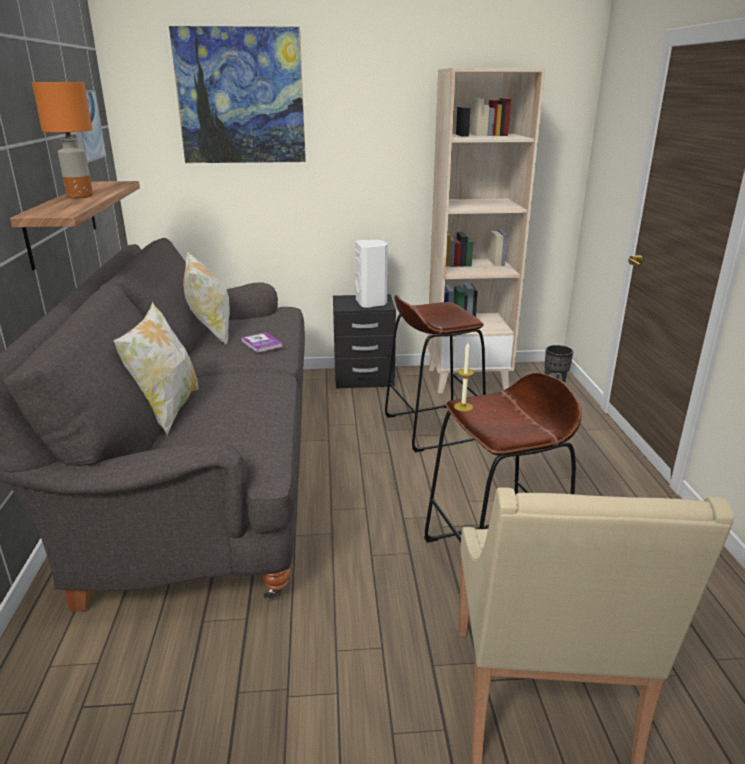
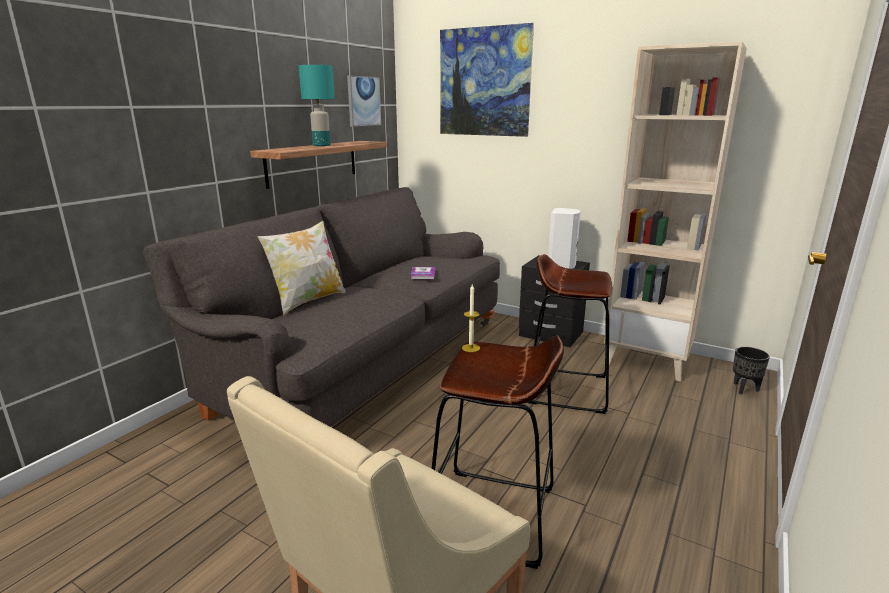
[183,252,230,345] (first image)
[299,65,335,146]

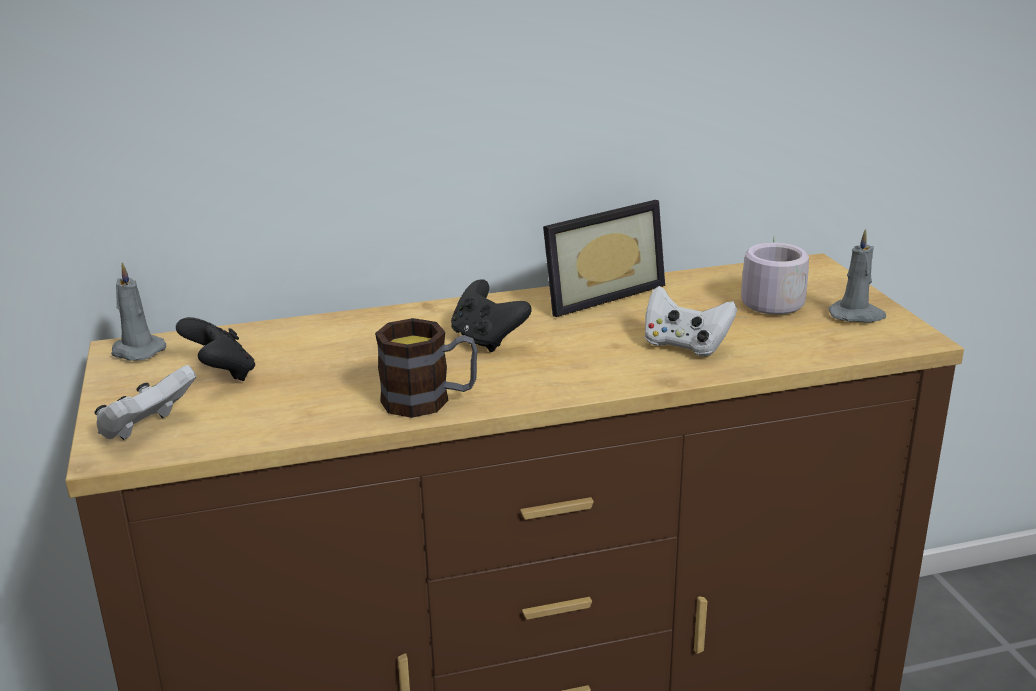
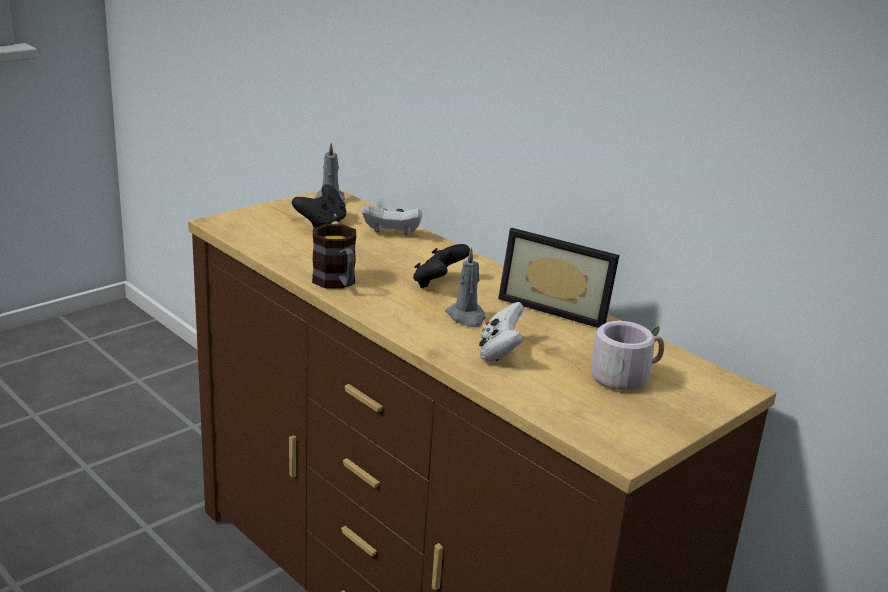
[362,205,422,235]
[445,247,486,327]

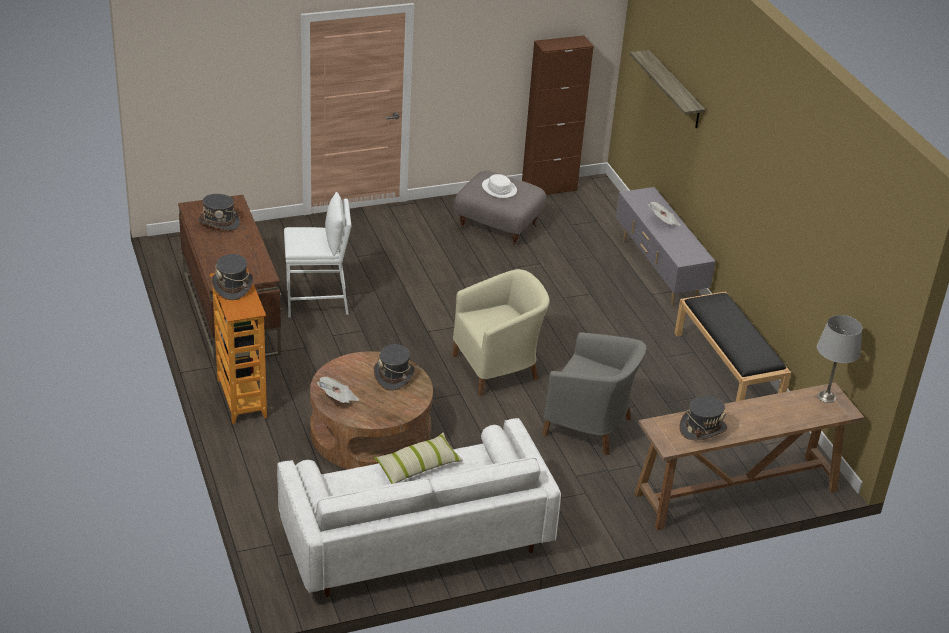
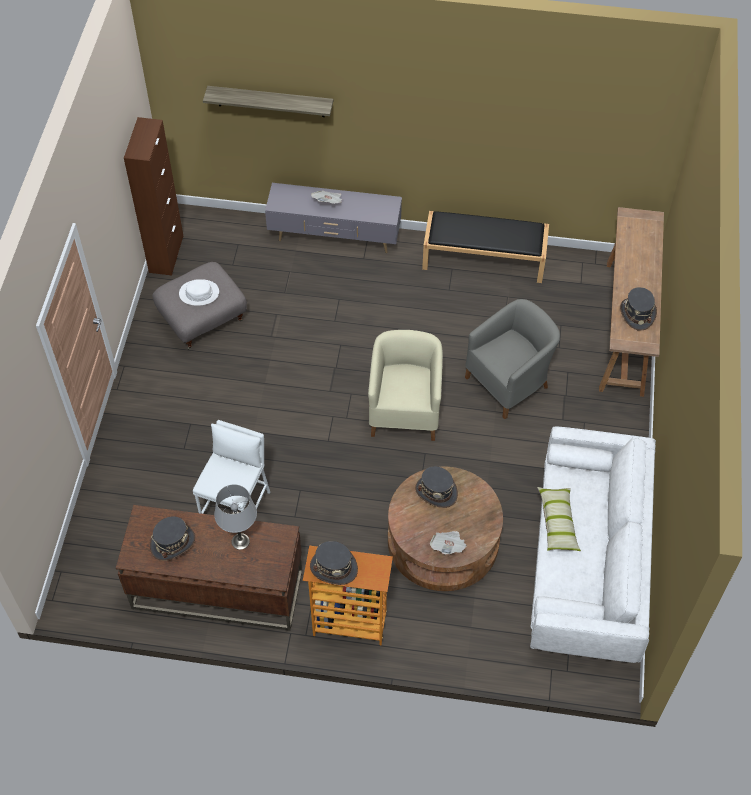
[214,484,257,550]

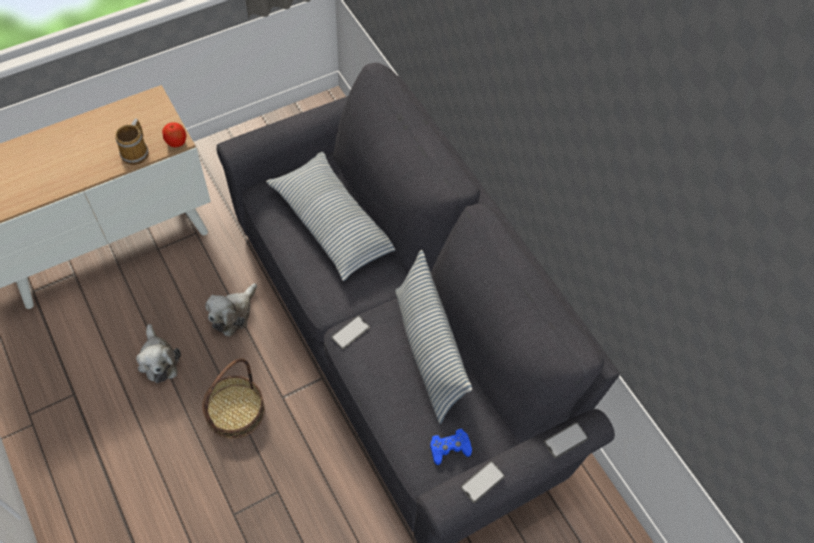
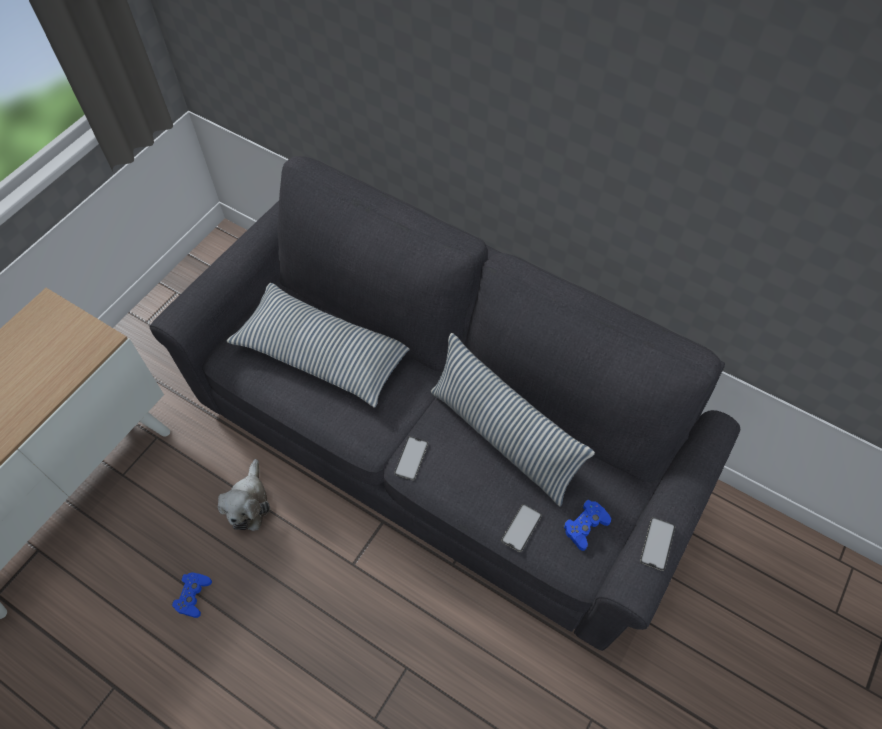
[115,118,149,165] (first image)
[162,122,187,147] (first image)
[202,358,265,439] (first image)
[501,504,542,552]
[172,572,212,618]

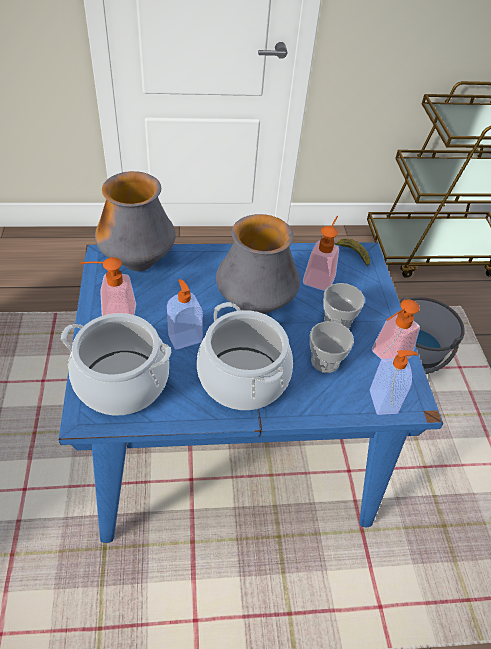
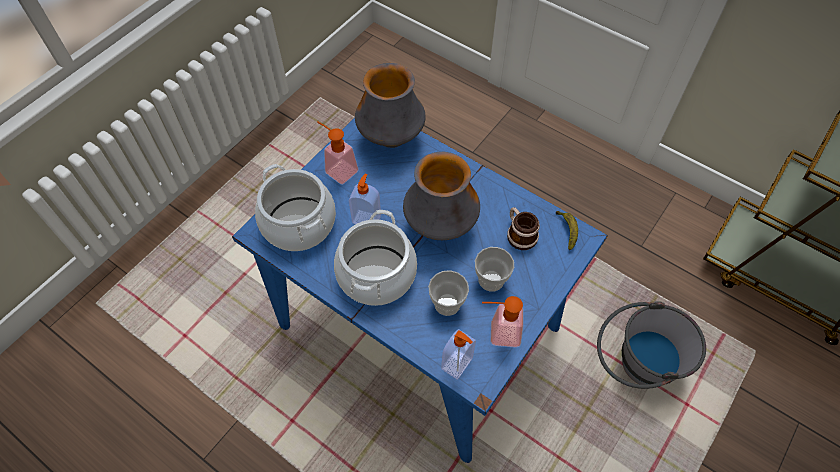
[507,207,540,250]

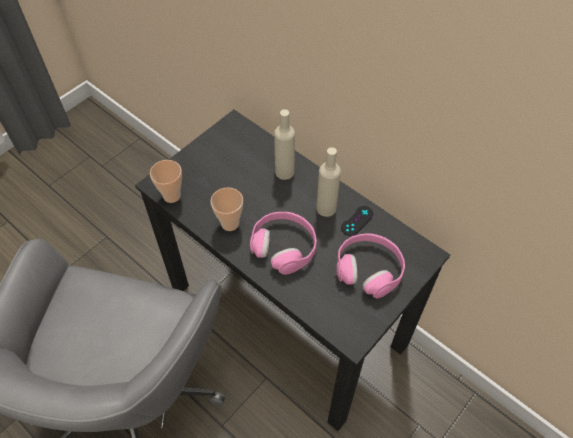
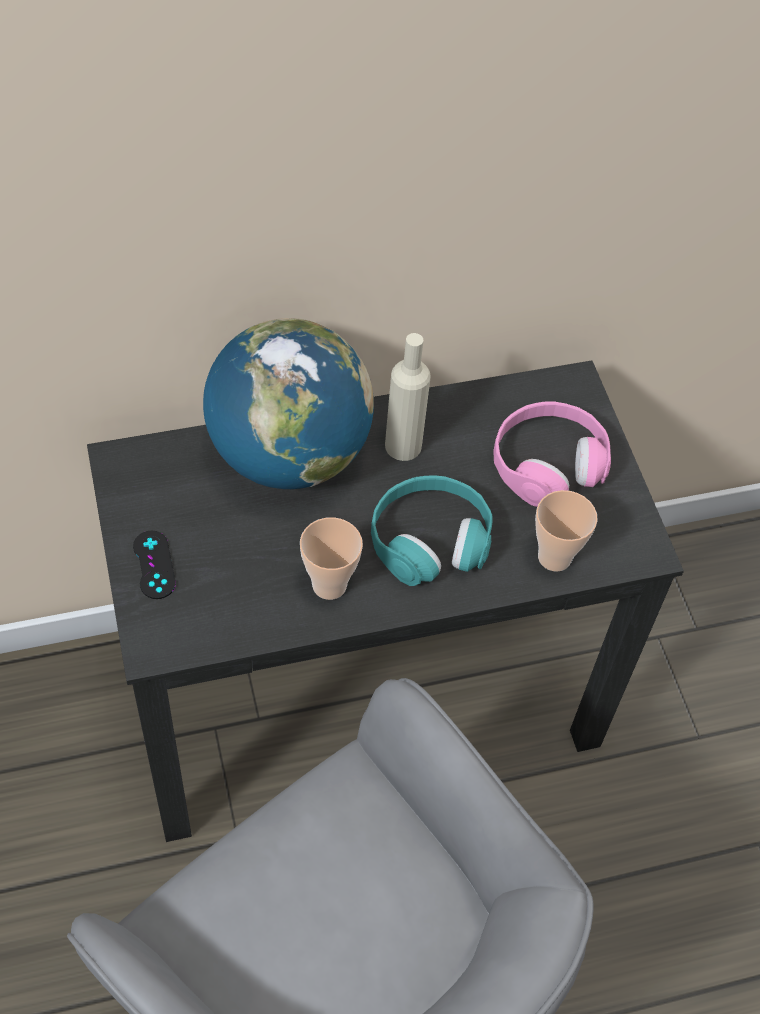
[535,490,598,572]
[133,531,176,599]
[203,318,374,489]
[371,475,493,586]

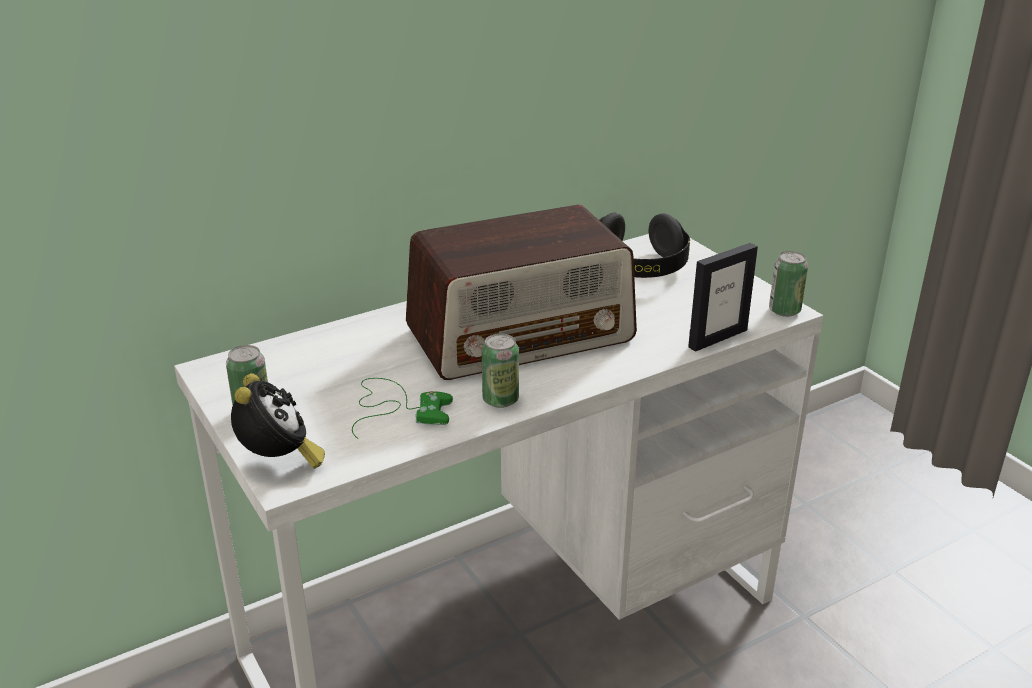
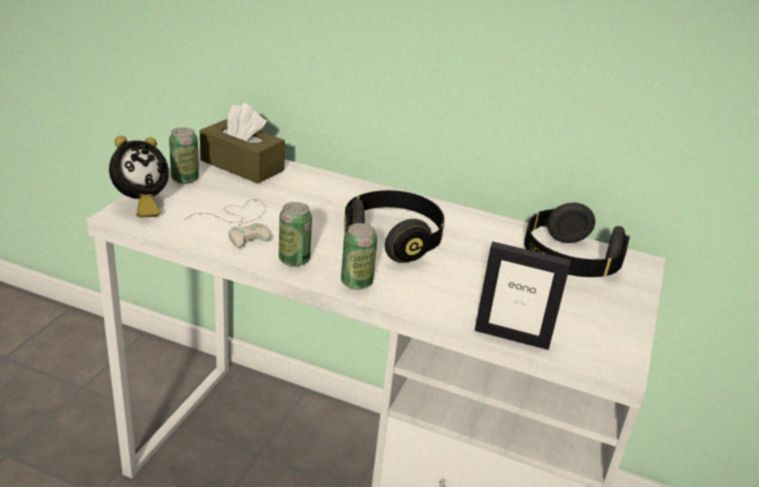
[200,103,285,183]
[341,223,377,290]
[344,190,444,263]
[185,199,271,248]

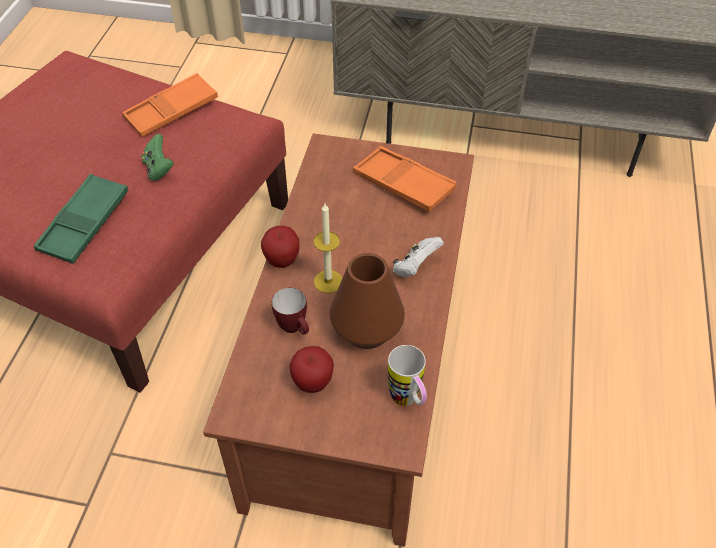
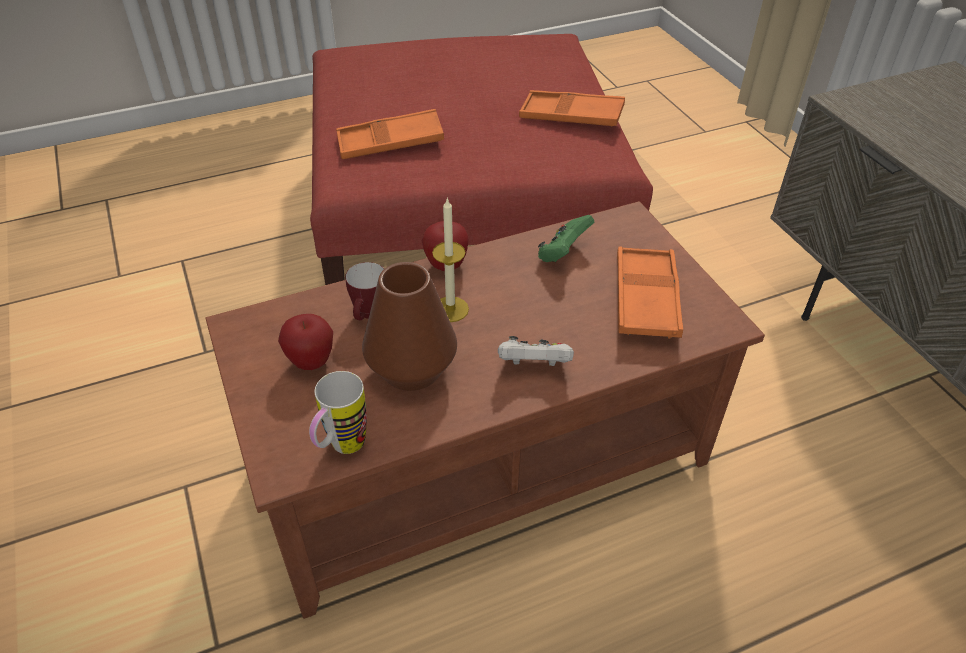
[538,215,594,262]
[336,109,444,159]

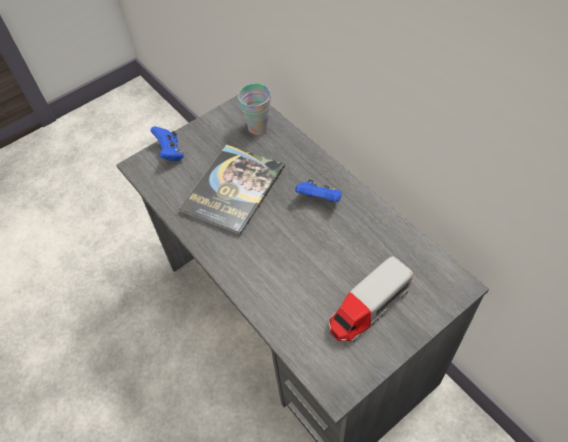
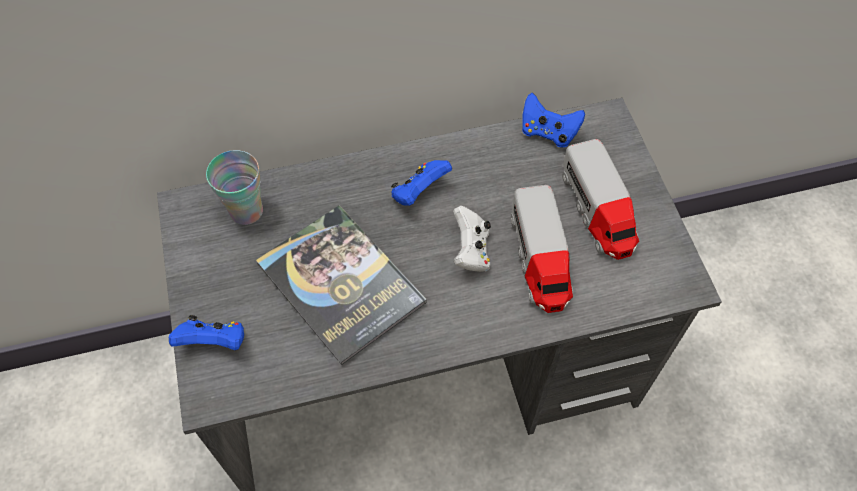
[453,206,491,272]
[511,185,573,313]
[522,93,585,148]

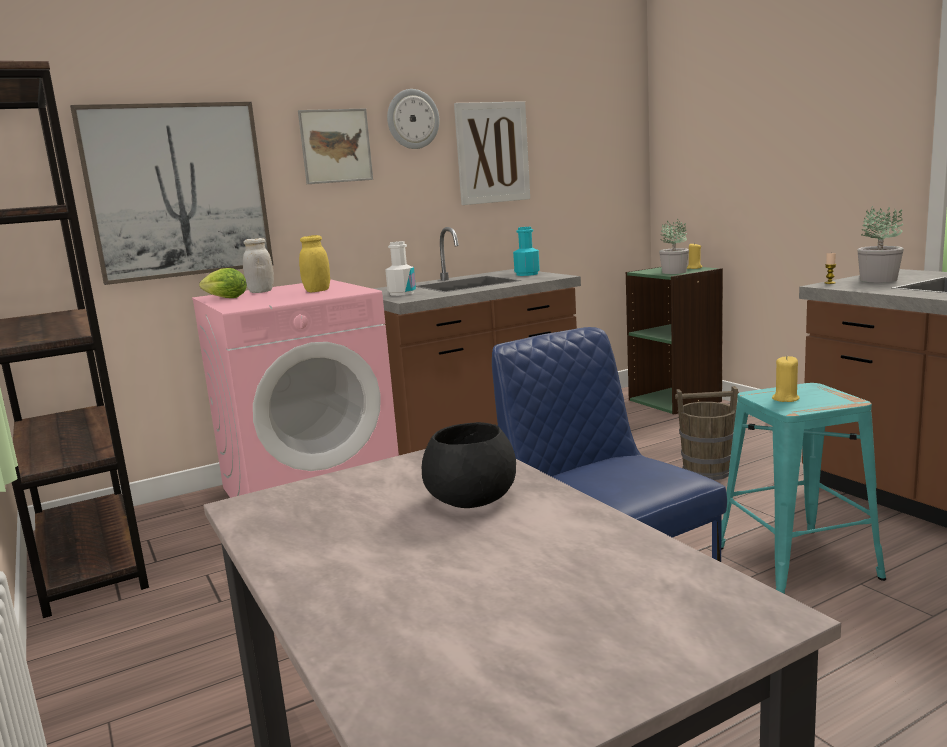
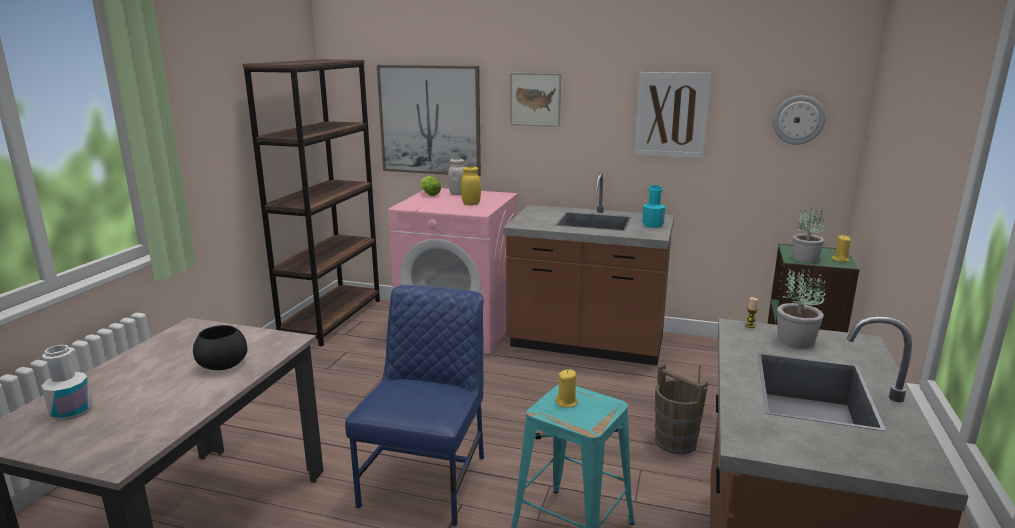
[41,345,93,421]
[773,95,826,145]

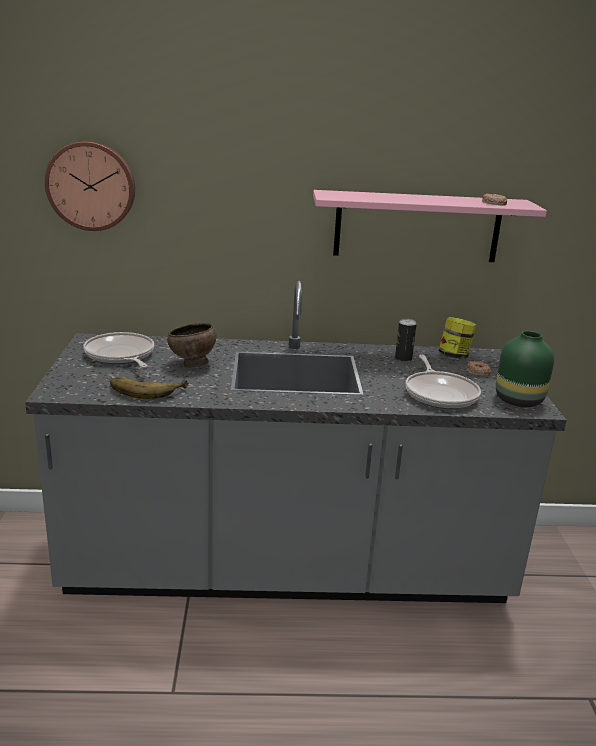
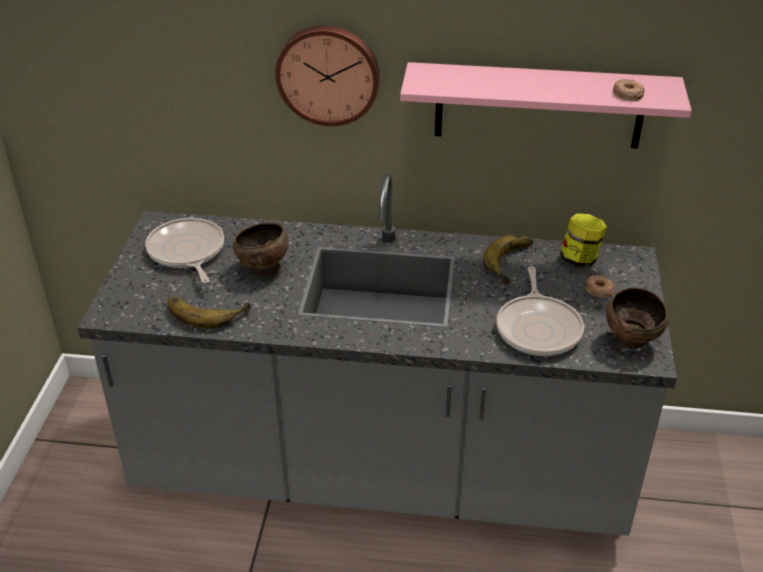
[275,25,380,126]
[483,234,533,284]
[606,287,669,349]

